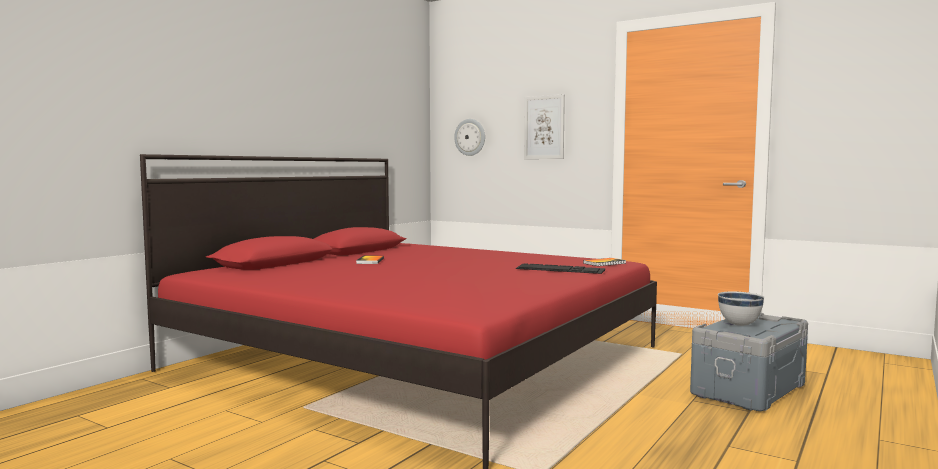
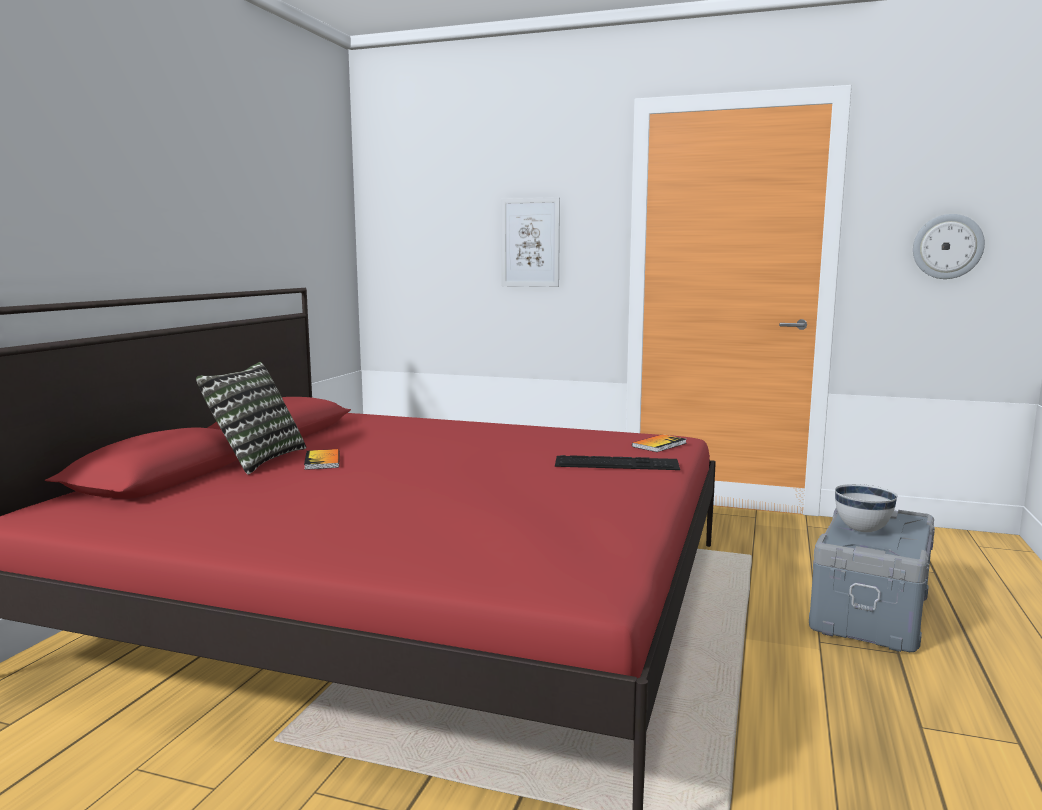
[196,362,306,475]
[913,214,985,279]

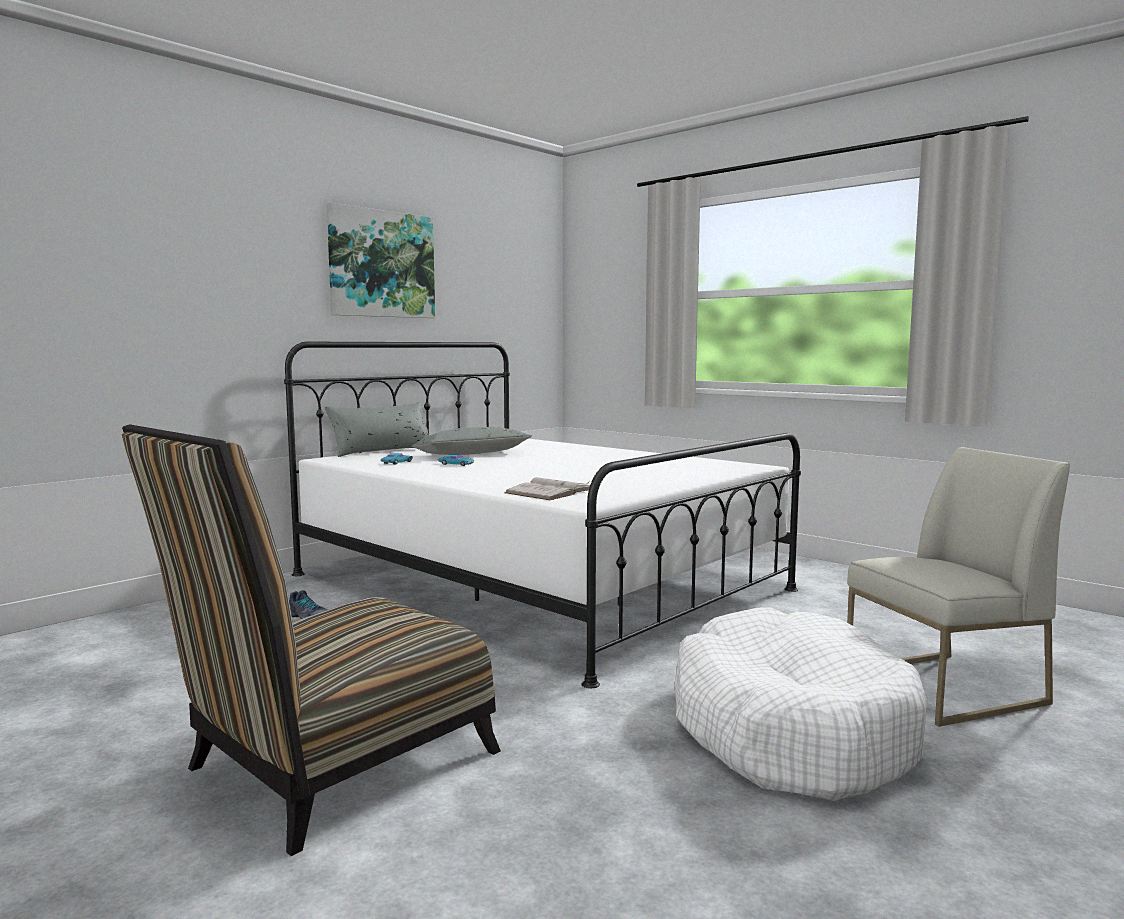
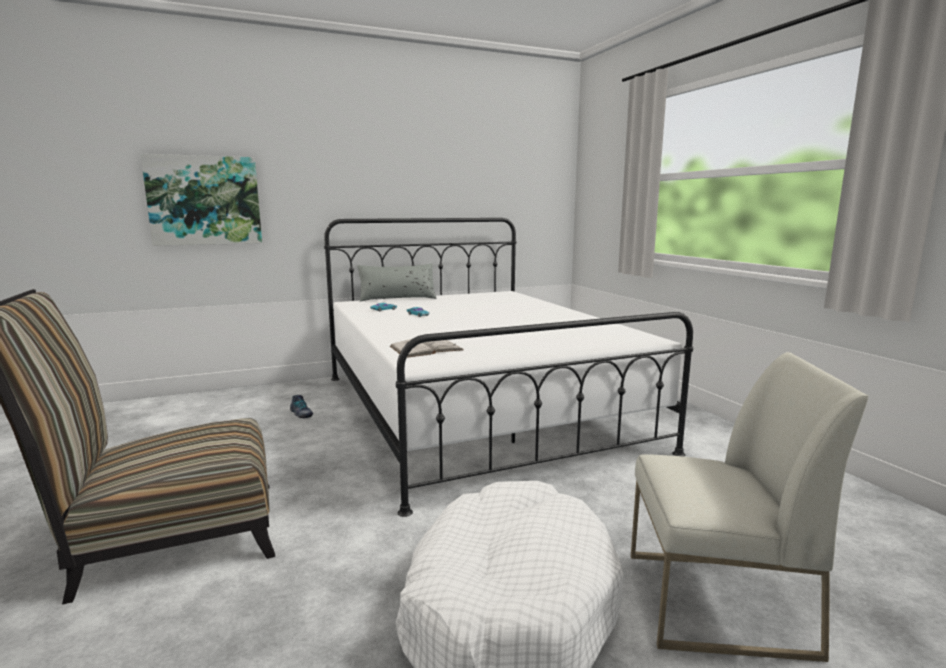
[411,427,532,455] (first image)
[141,154,262,246]

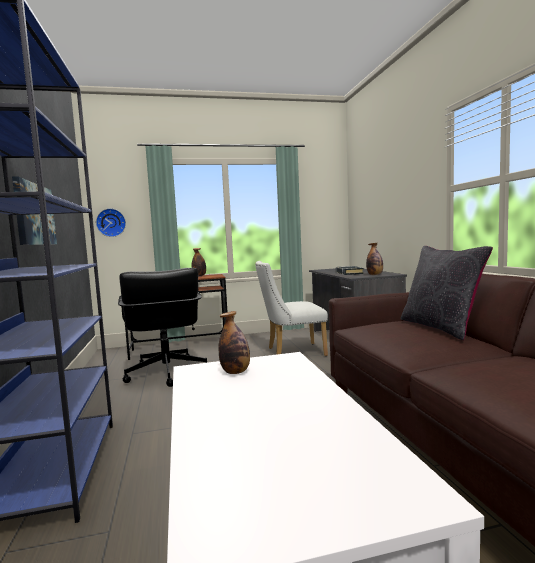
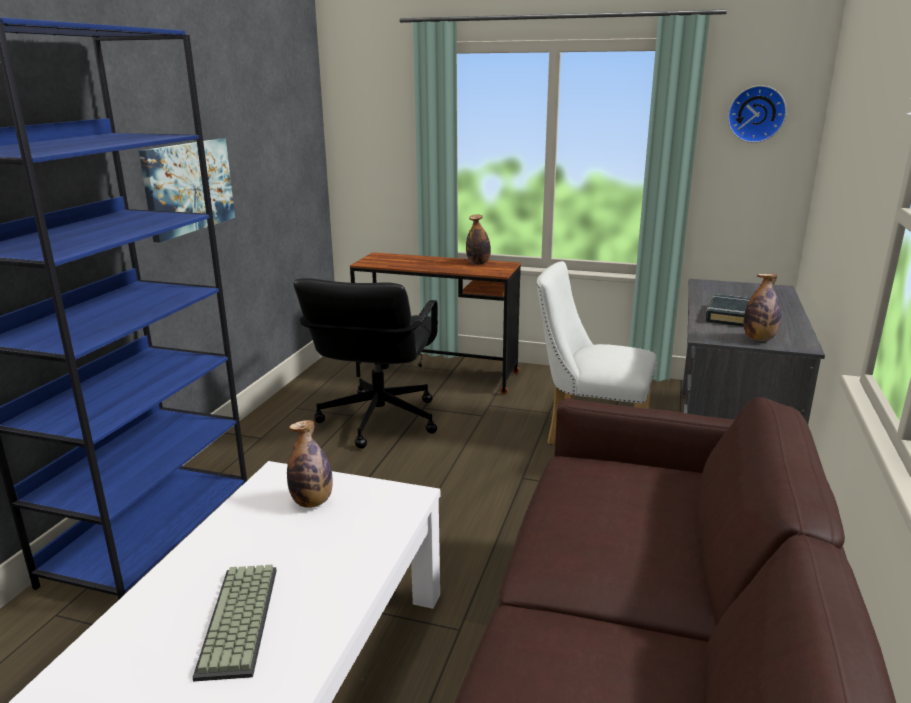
[401,246,493,340] (first image)
[193,565,277,682]
[728,85,787,143]

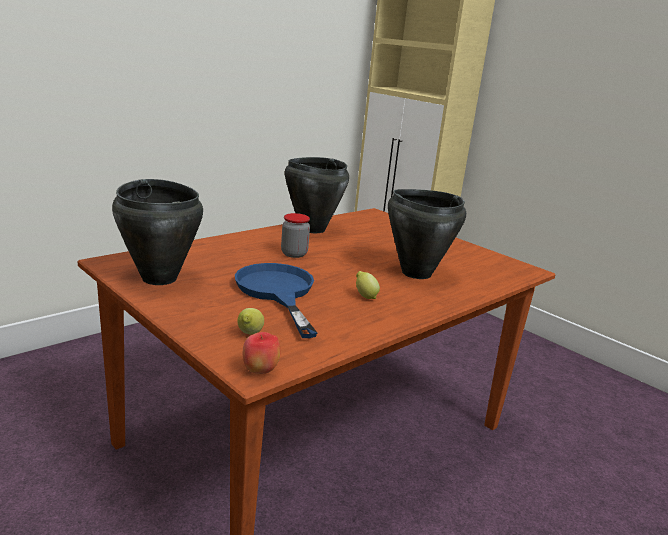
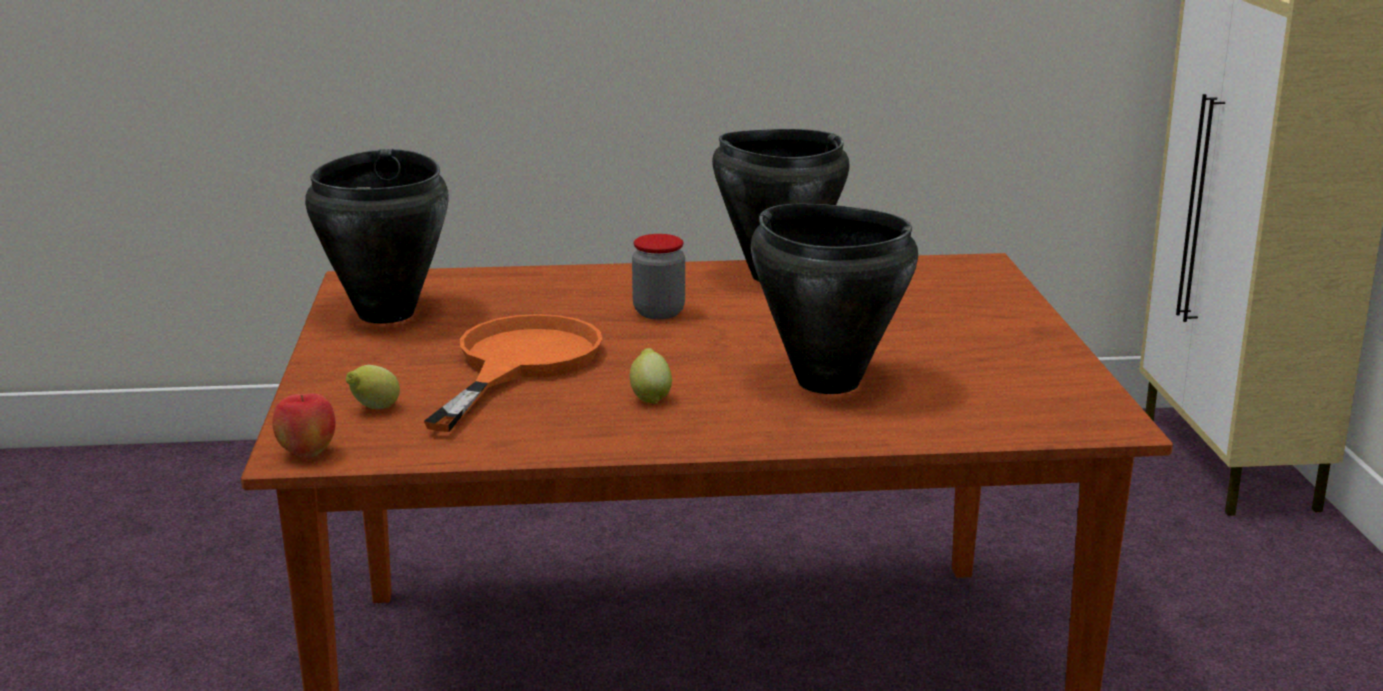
[424,314,602,432]

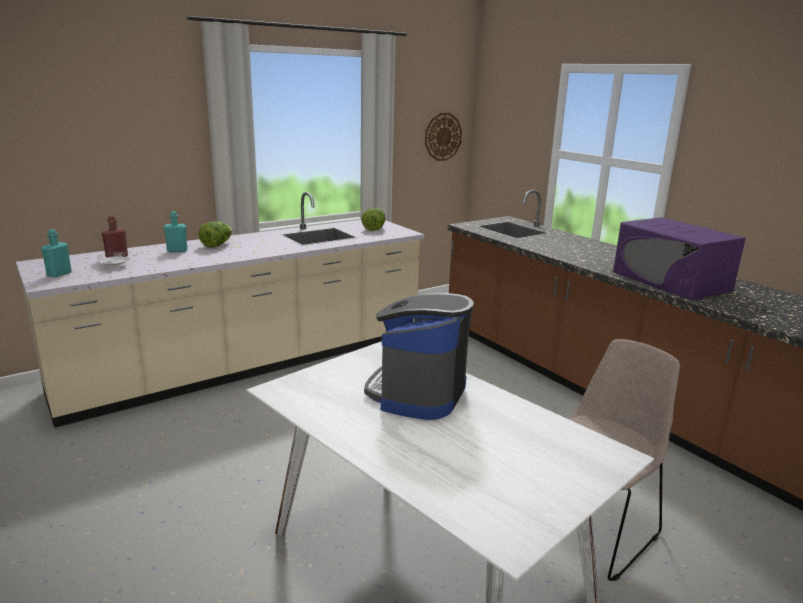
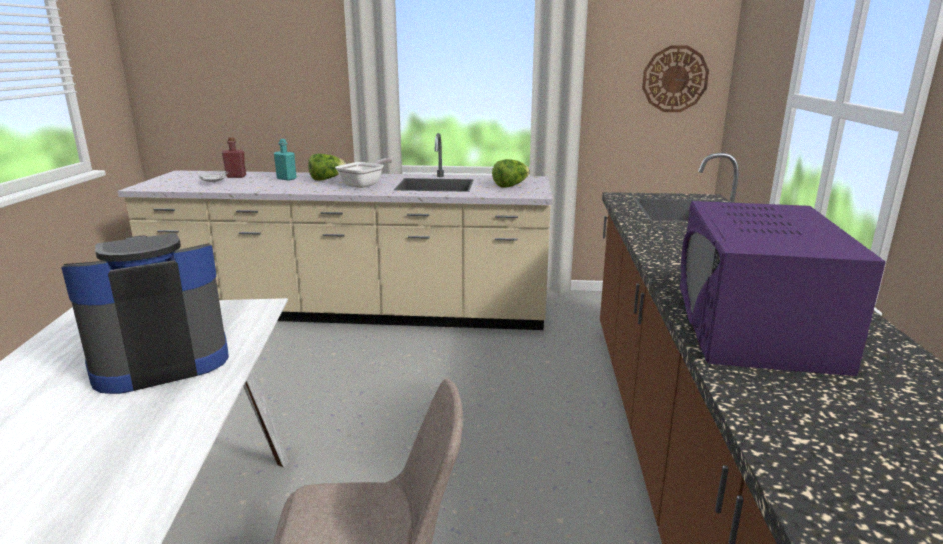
[41,229,72,277] (first image)
[335,158,392,188]

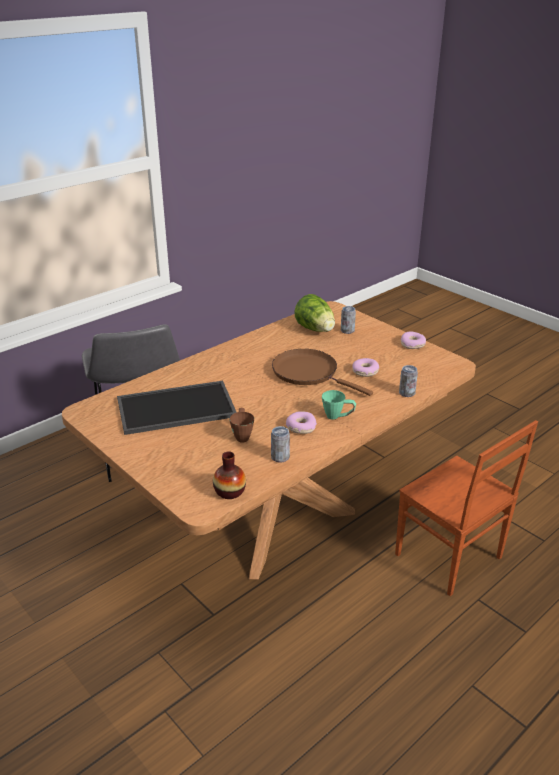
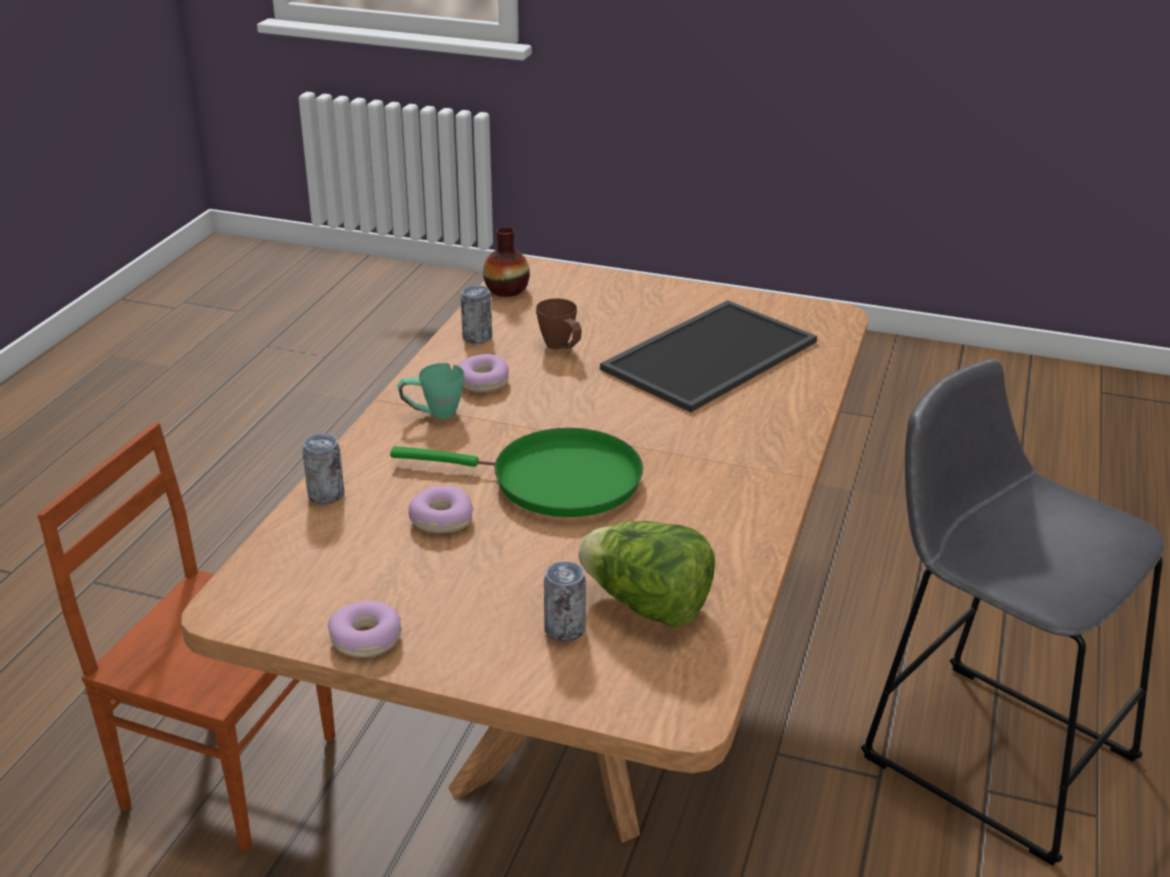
[390,428,643,517]

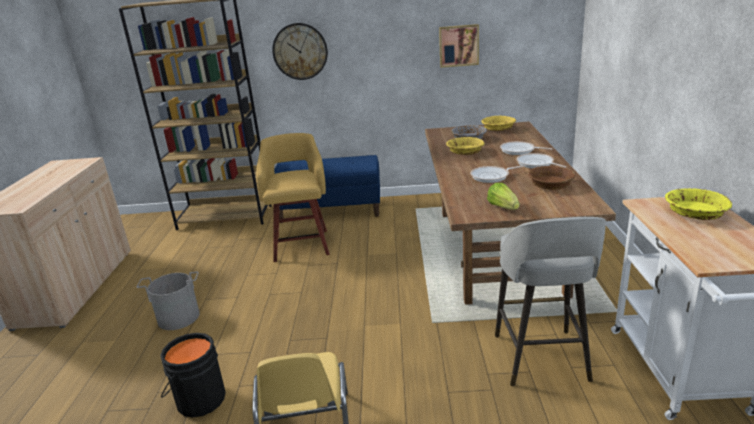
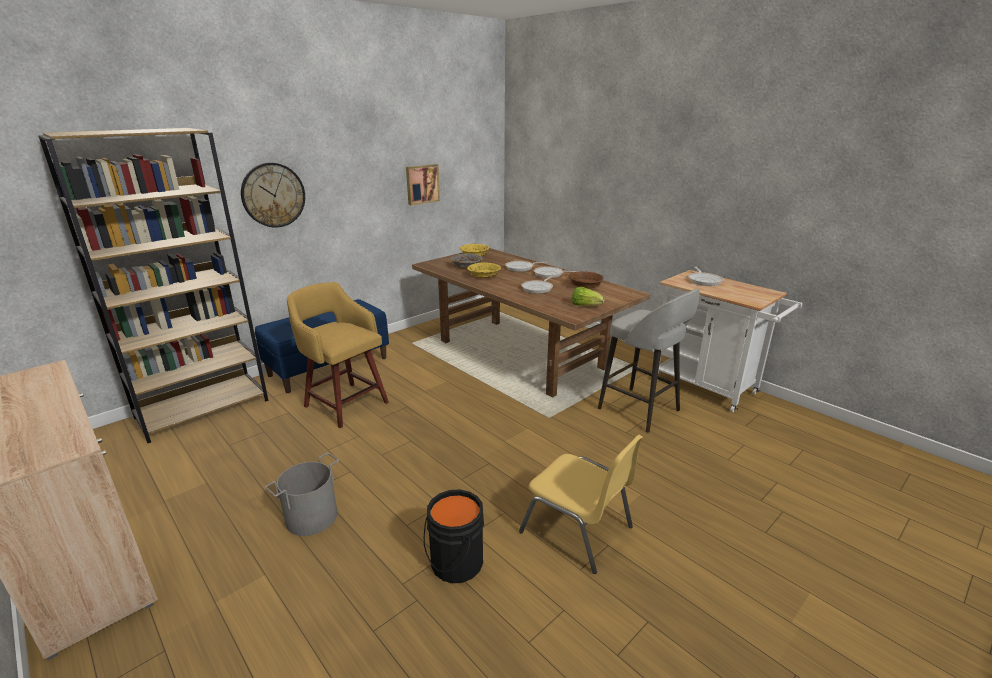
[688,266,724,286]

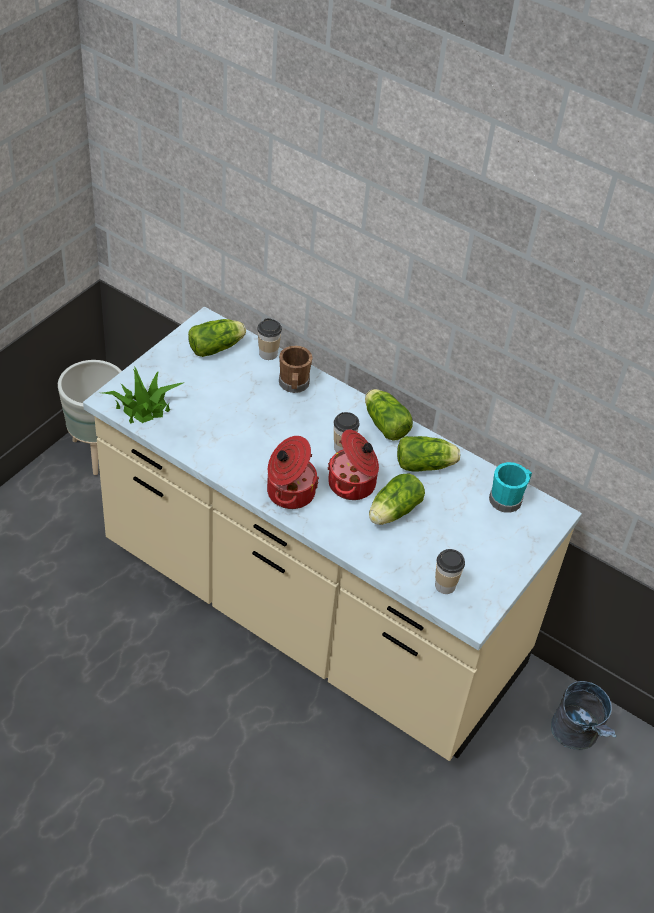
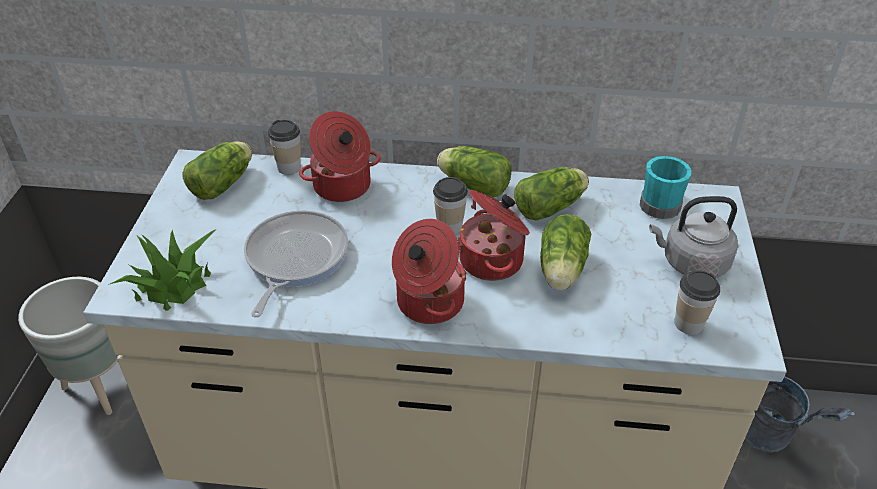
[244,210,348,317]
[649,196,738,278]
[299,111,380,202]

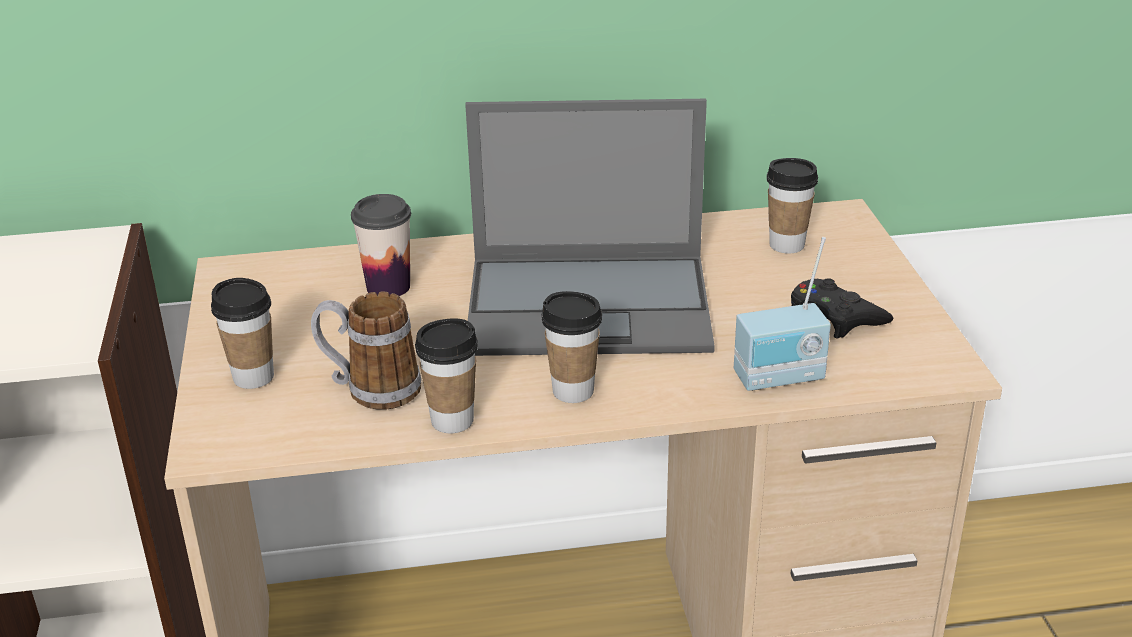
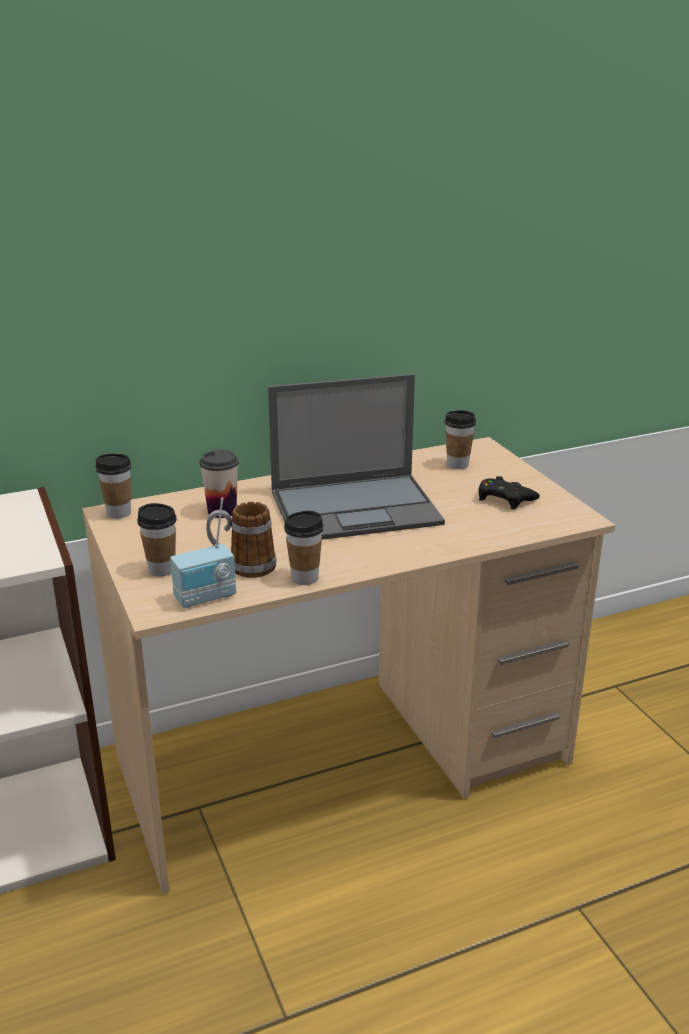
[96,453,131,519]
[170,497,236,608]

